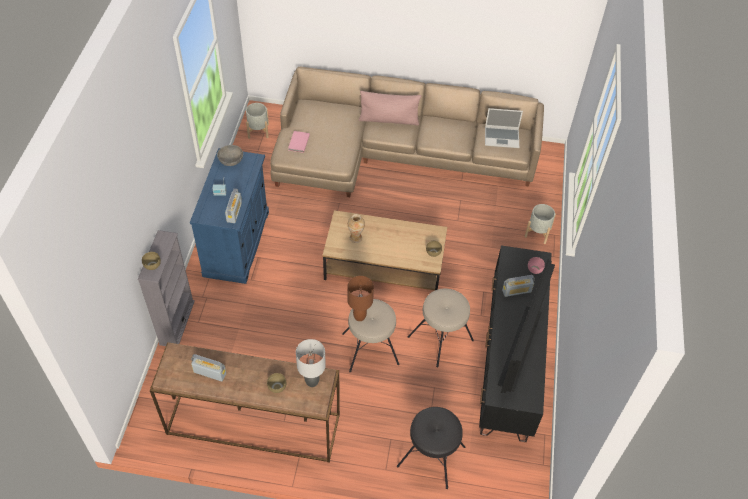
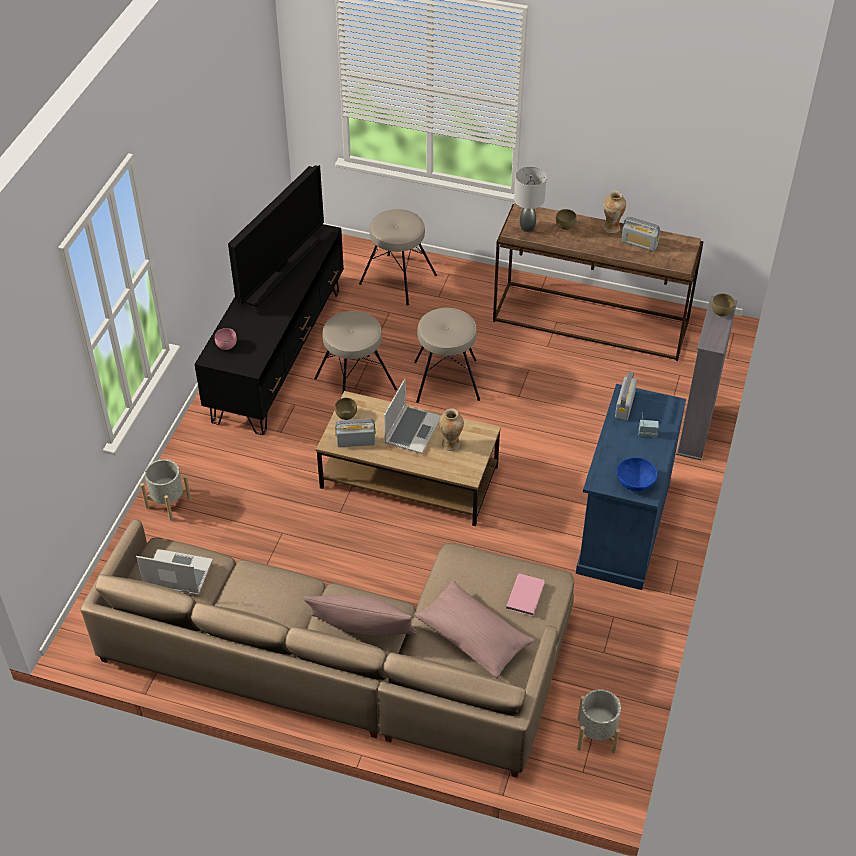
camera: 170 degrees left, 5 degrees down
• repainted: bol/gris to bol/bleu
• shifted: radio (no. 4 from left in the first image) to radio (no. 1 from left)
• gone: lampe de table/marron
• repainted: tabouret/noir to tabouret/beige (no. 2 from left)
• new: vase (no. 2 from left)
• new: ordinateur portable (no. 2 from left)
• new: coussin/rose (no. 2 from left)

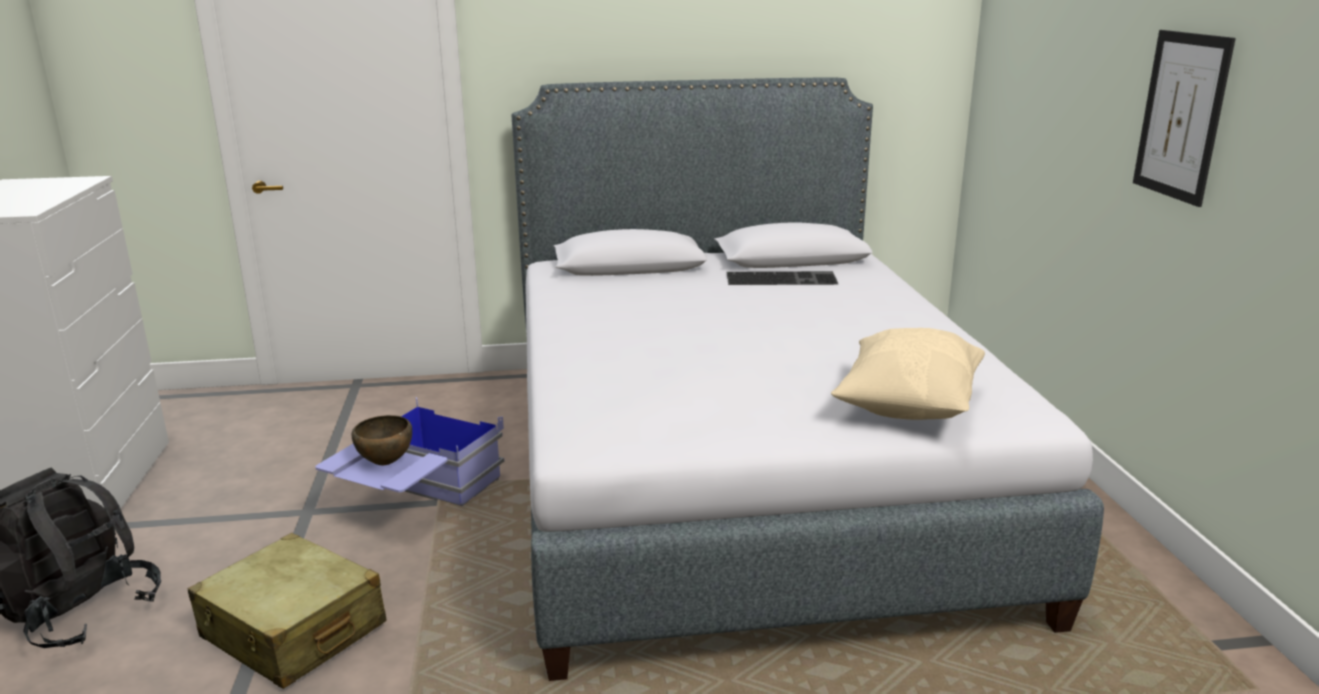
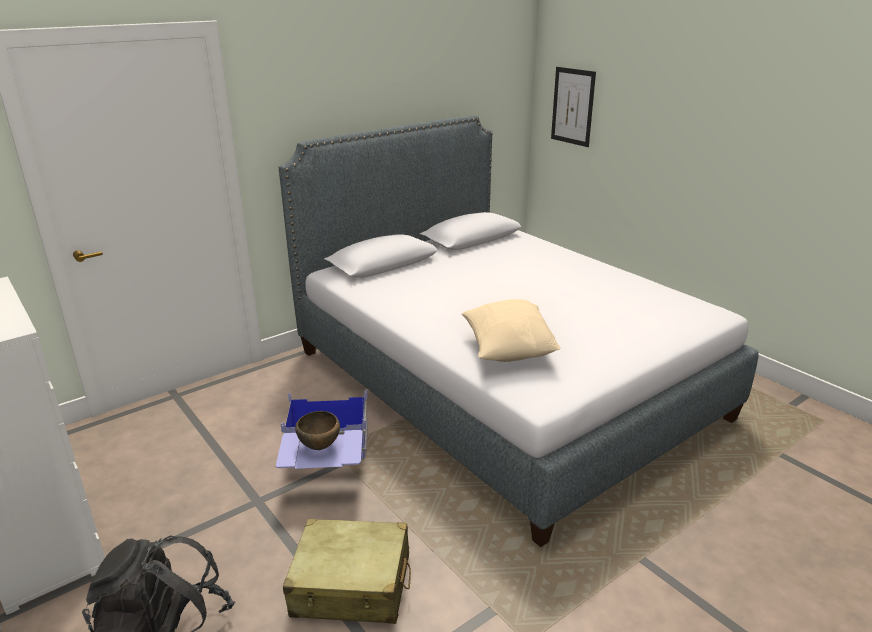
camera: 30 degrees left, 5 degrees up
• shifted: tableau
• gone: clavier
• shifted: coussin/beige

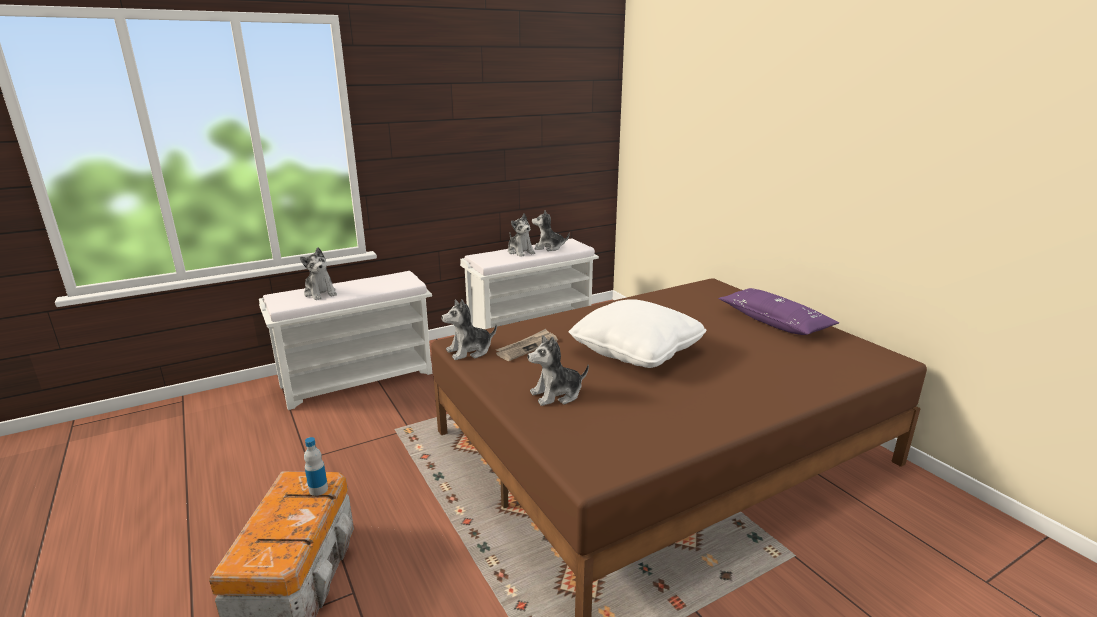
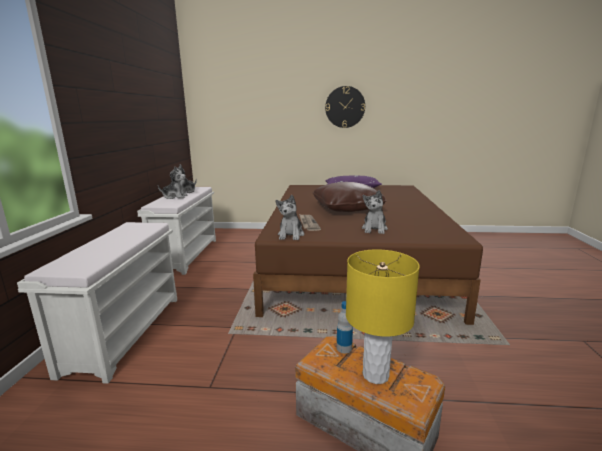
camera: 55 degrees left, 5 degrees down
• gone: peluche (no. 1 from left)
• repainted: coussin/blanc to coussin/marron
• new: horloge murale
• new: lampe de table/jaune

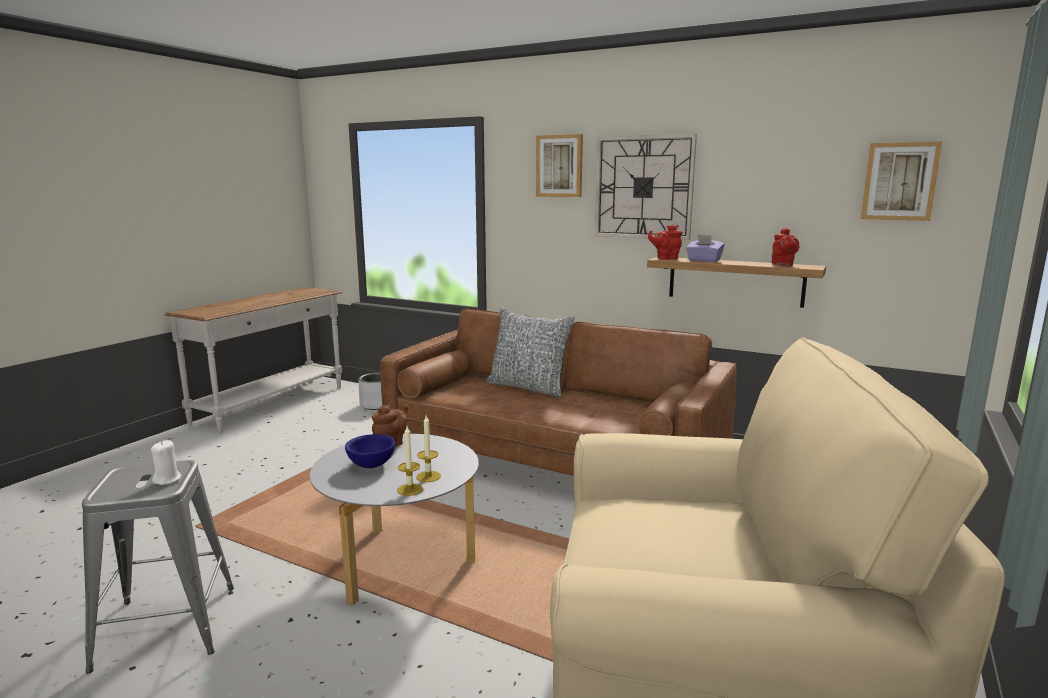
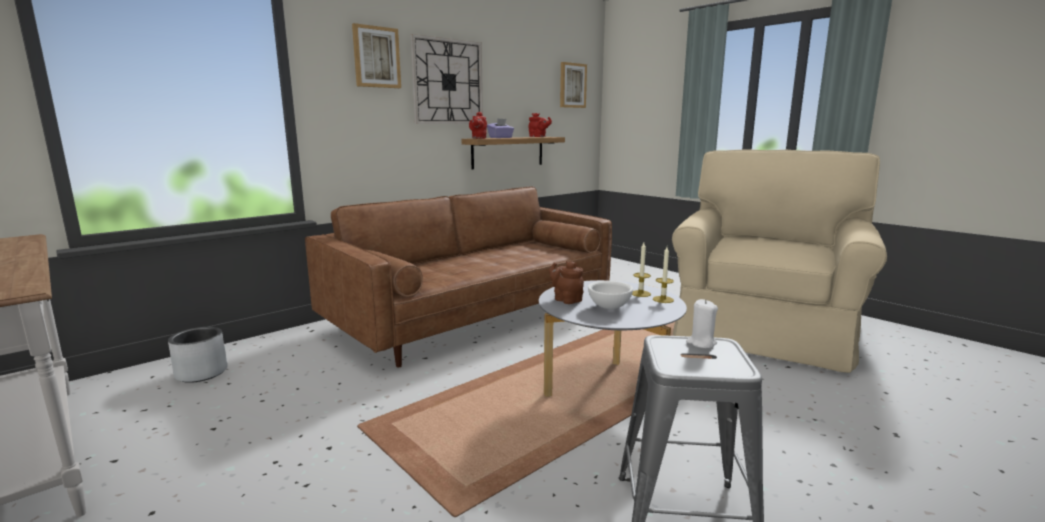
camera: 70 degrees left, 0 degrees up
• gone: coussin
• repainted: bol/bleu to bol/blanc

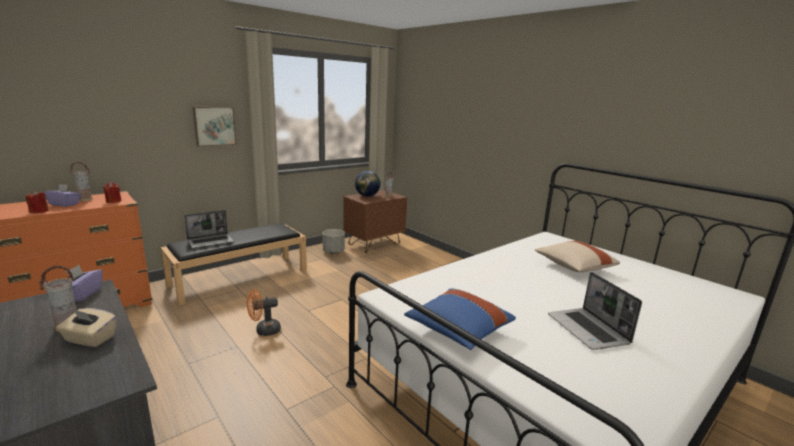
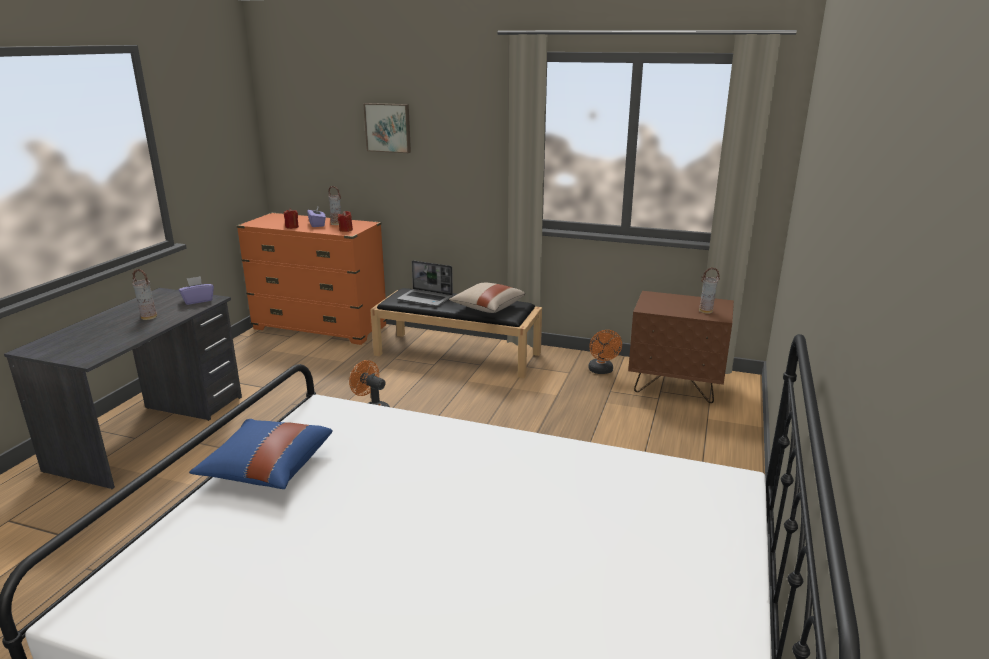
camera: 60 degrees right, 5 degrees up
• shifted: tableau
• gone: globe
• swapped: cache-pot/gris to ventilateur/orange (no. 2 from left)
• shifted: coussin/beige
• gone: ordinateur portable (no. 2 from left)
• gone: boîte à mouchoirs/beige

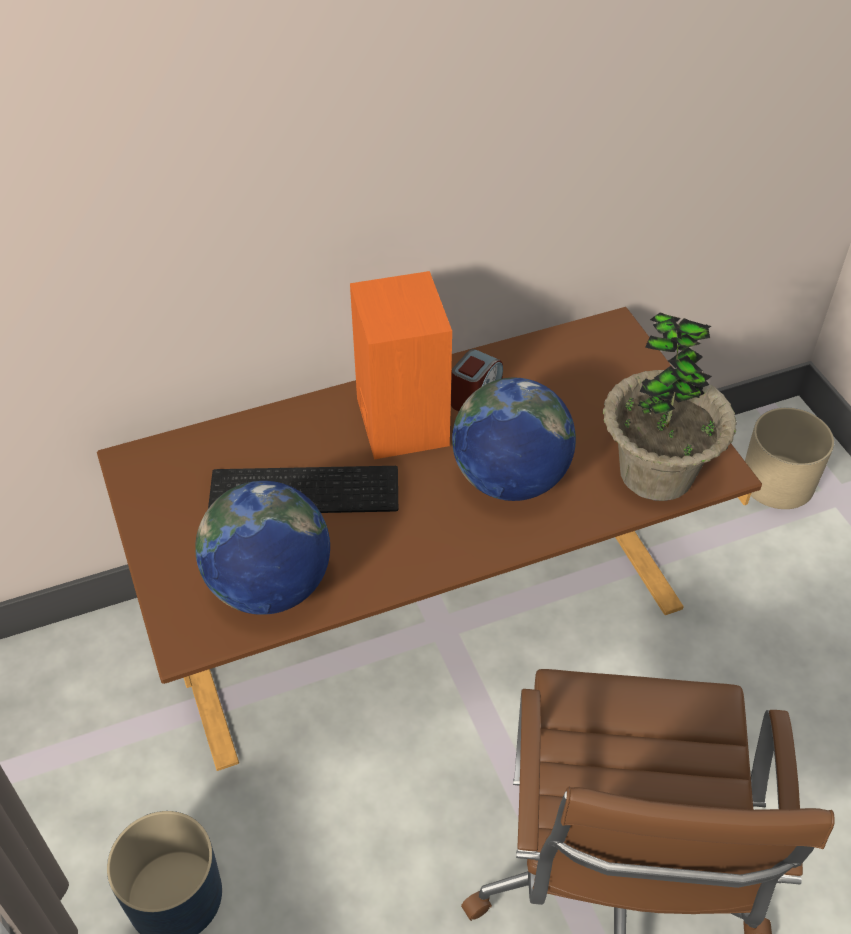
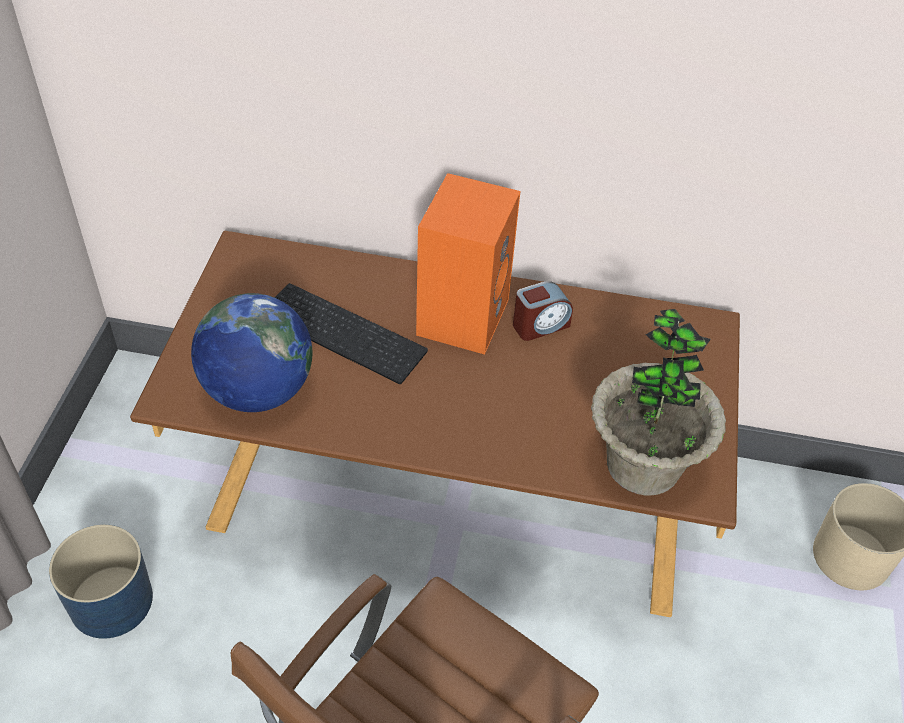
camera: 30 degrees right, 0 degrees up
• gone: globe (no. 2 from left)

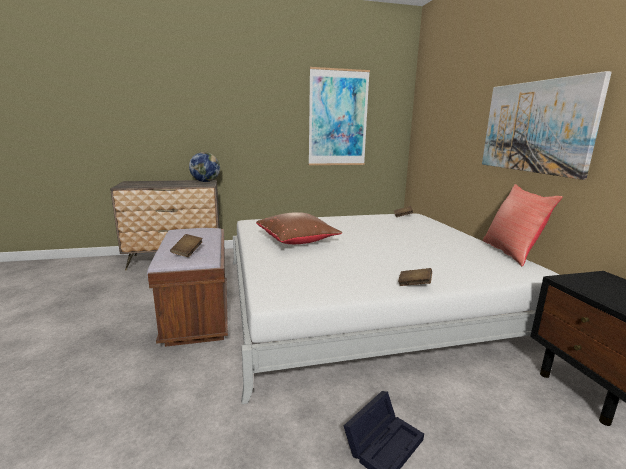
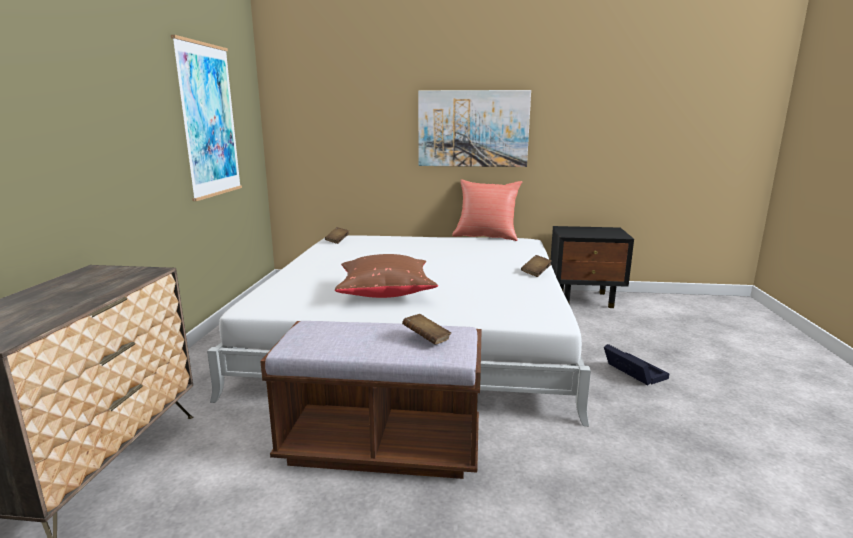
camera: 70 degrees left, 0 degrees up
• gone: globe

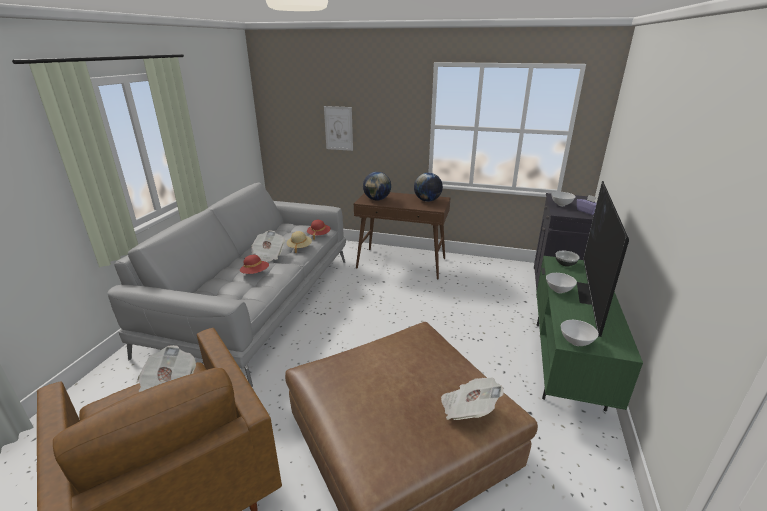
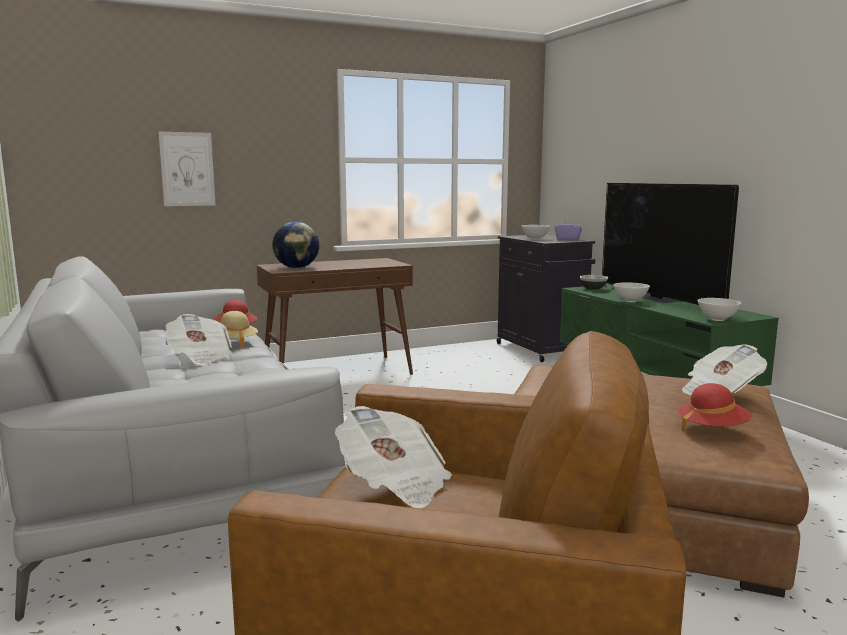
camera: 40 degrees left, 15 degrees down
• gone: globe (no. 2 from left)
• shifted: chapeau/rouge (no. 1 from left in the first image) to chapeau/rouge (no. 2 from left)

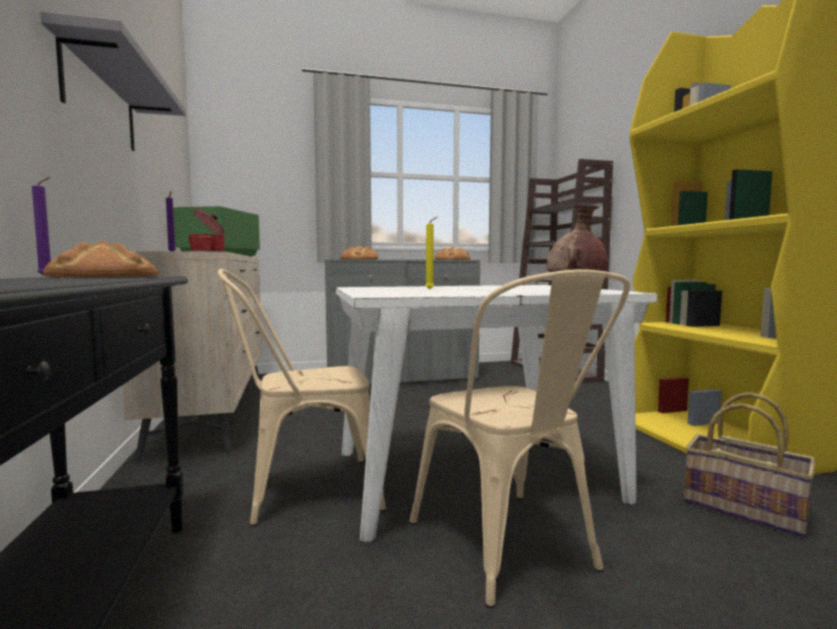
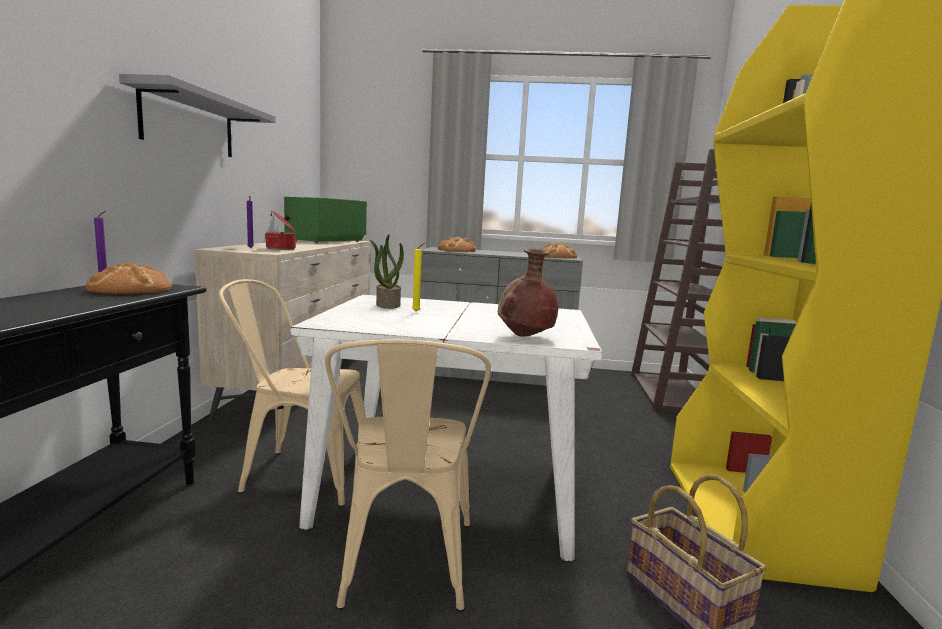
camera: 20 degrees right, 5 degrees up
• new: plante en pot

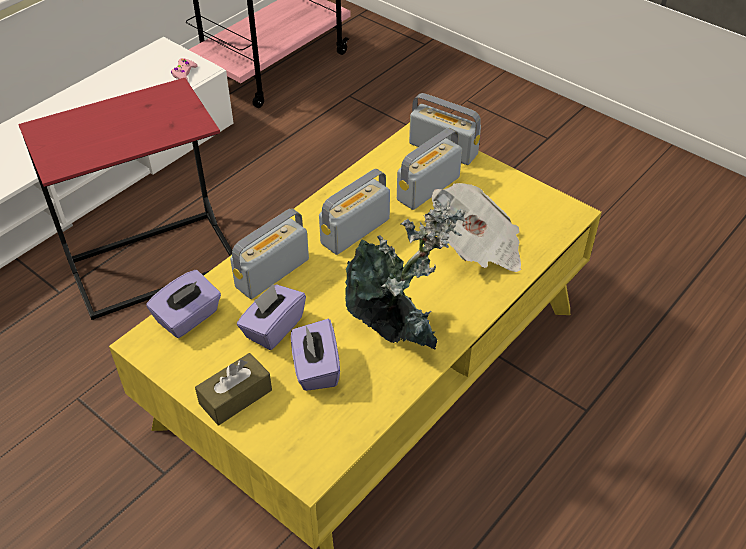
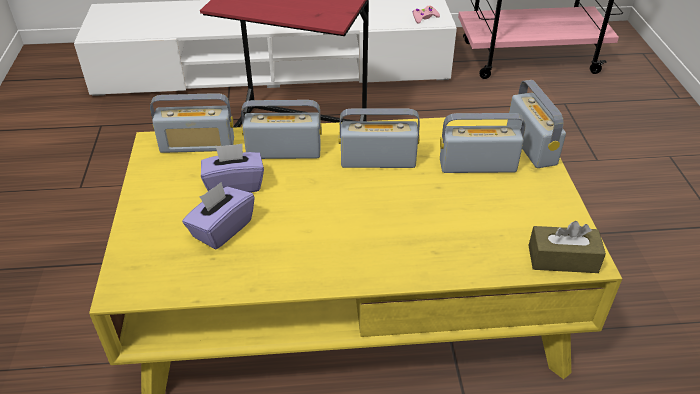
camera: 45 degrees right, 5 degrees down
• gone: journal
• gone: plante en pot
• swapped: boîte à mouchoirs/violet (no. 1 from left) to radio (no. 1 from left)
• shifted: boîte à mouchoirs/marron

